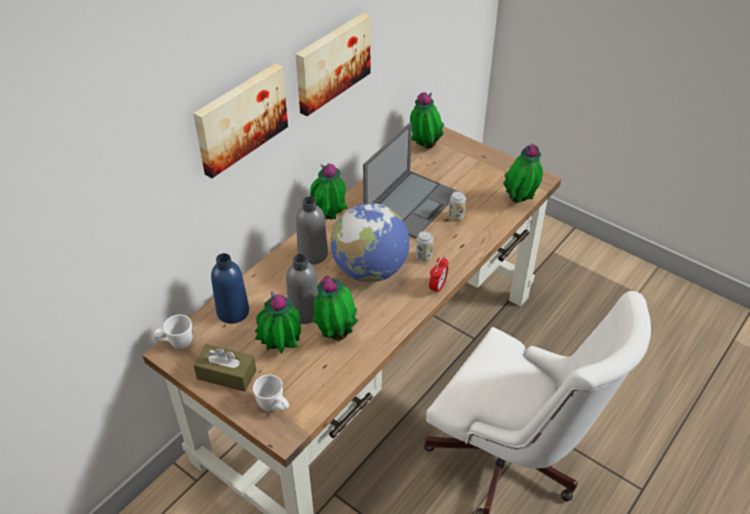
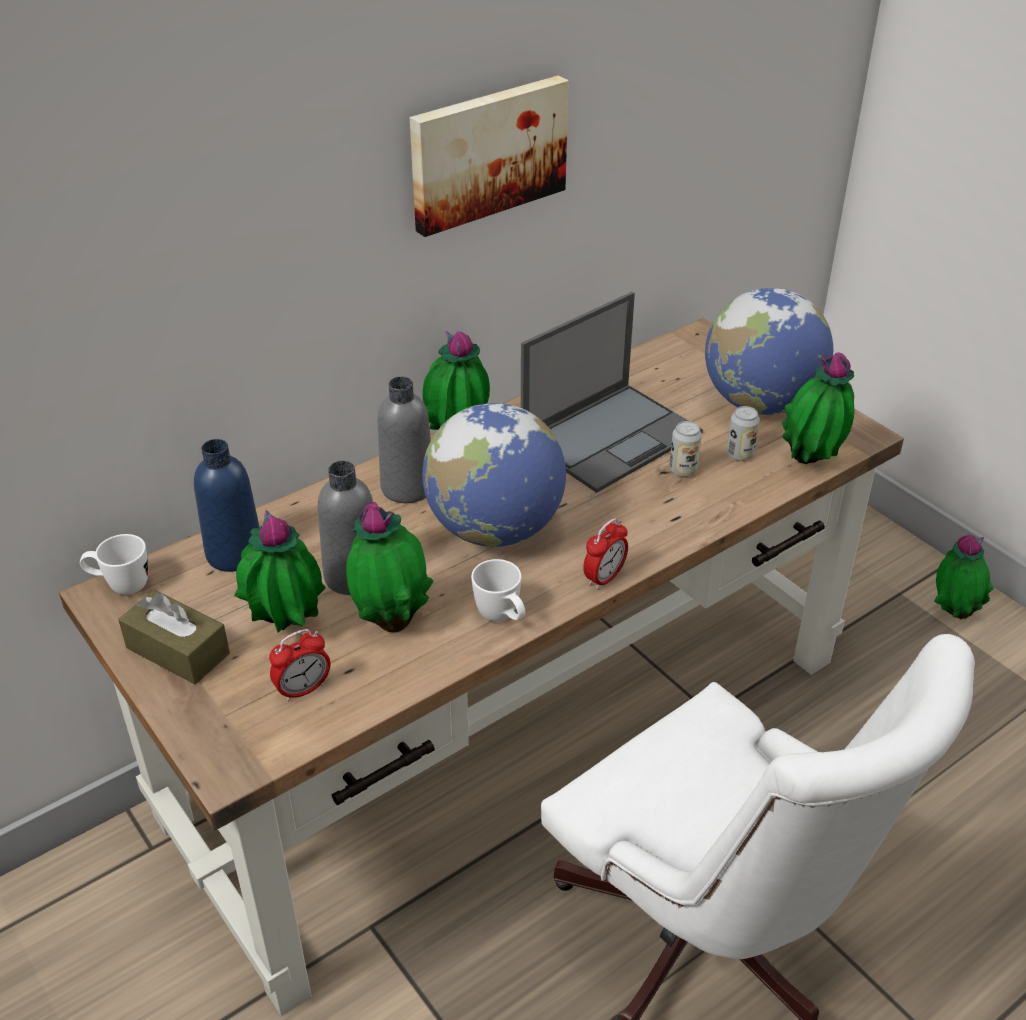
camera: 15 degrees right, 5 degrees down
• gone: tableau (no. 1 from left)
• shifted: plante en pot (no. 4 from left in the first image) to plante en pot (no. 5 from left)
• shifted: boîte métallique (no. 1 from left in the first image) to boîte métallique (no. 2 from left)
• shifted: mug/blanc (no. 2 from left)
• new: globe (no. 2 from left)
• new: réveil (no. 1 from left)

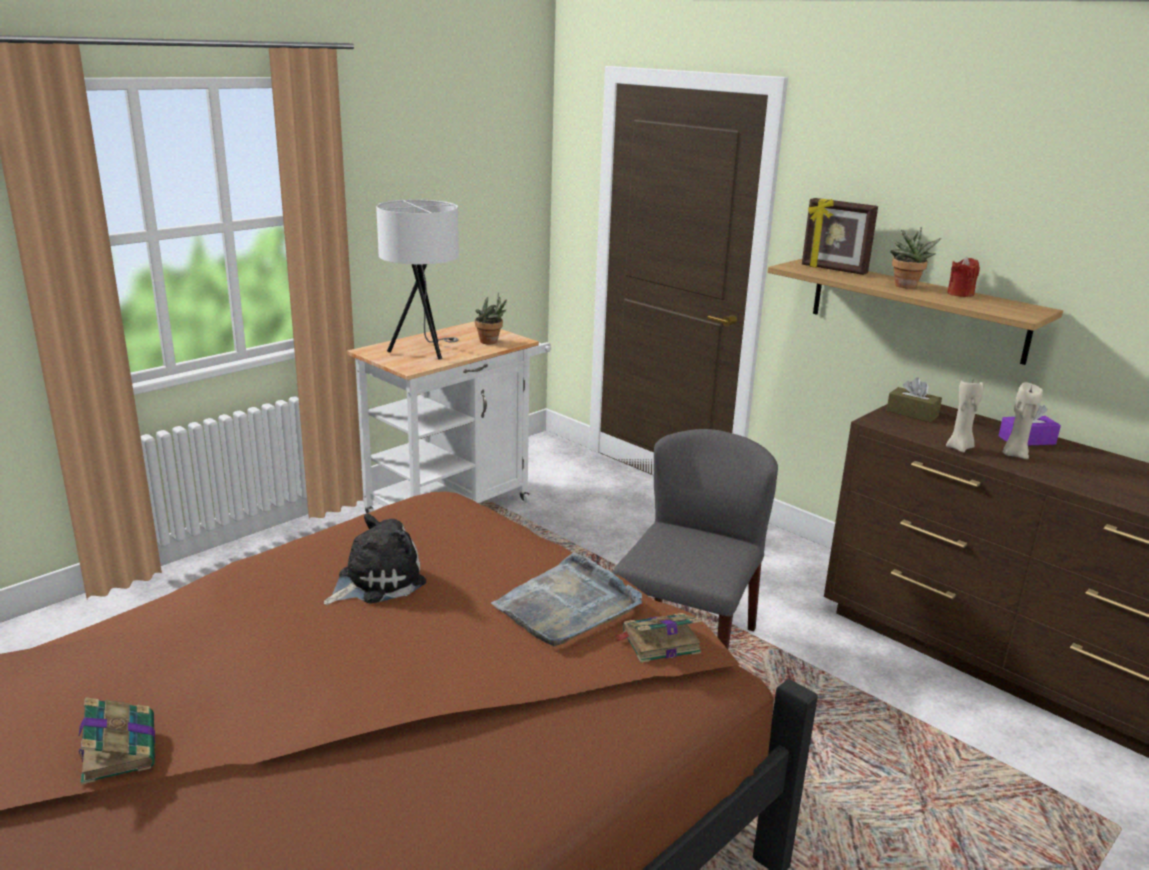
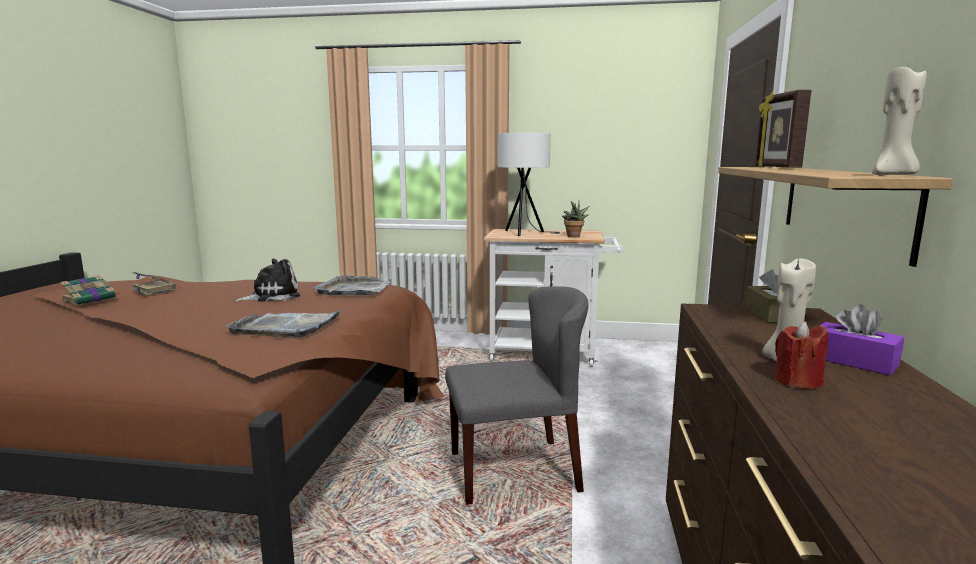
camera: 55 degrees right, 10 degrees down
• gone: plante en pot (no. 2 from left)
• shifted: bougie/rouge
• shifted: bougie/beige (no. 1 from left in the first image) to bougie/beige (no. 2 from left)
• rotated: peluche 45 degrees counterclockwise
• shifted: livre (no. 2 from left)
• new: plateau/gris (no. 2 from left)

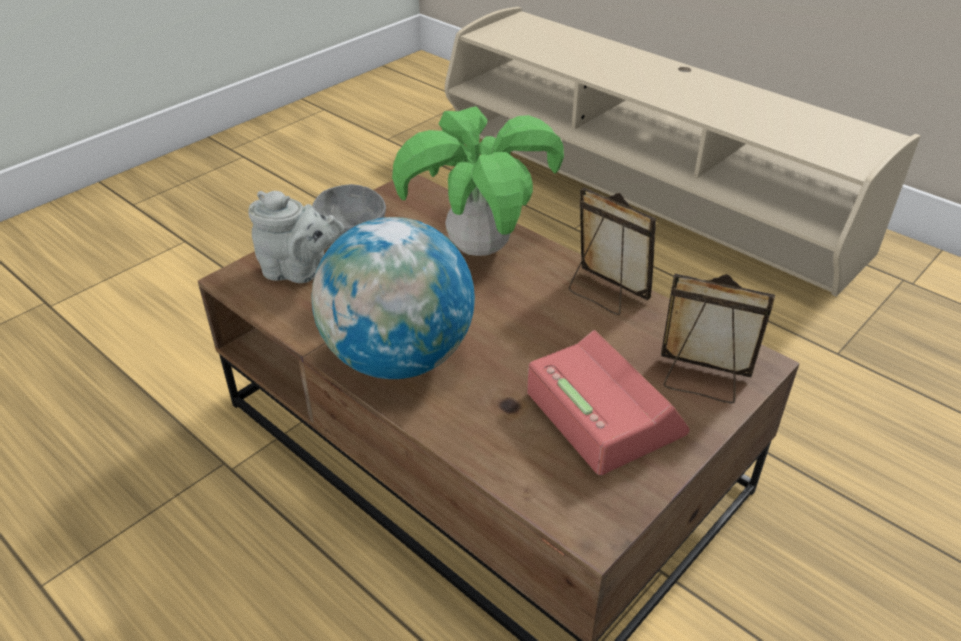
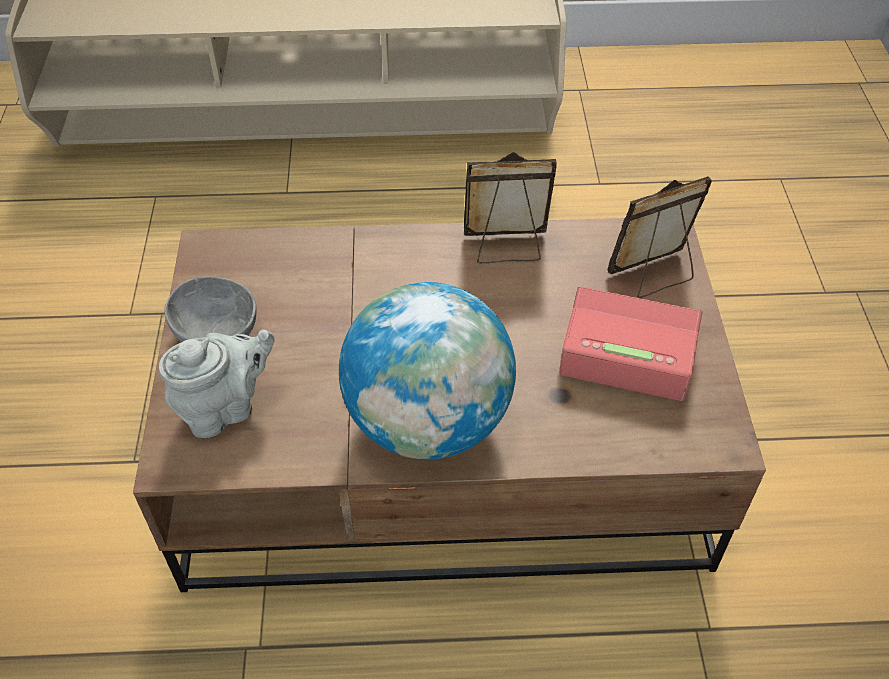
camera: 45 degrees left, 10 degrees up
• gone: plante en pot

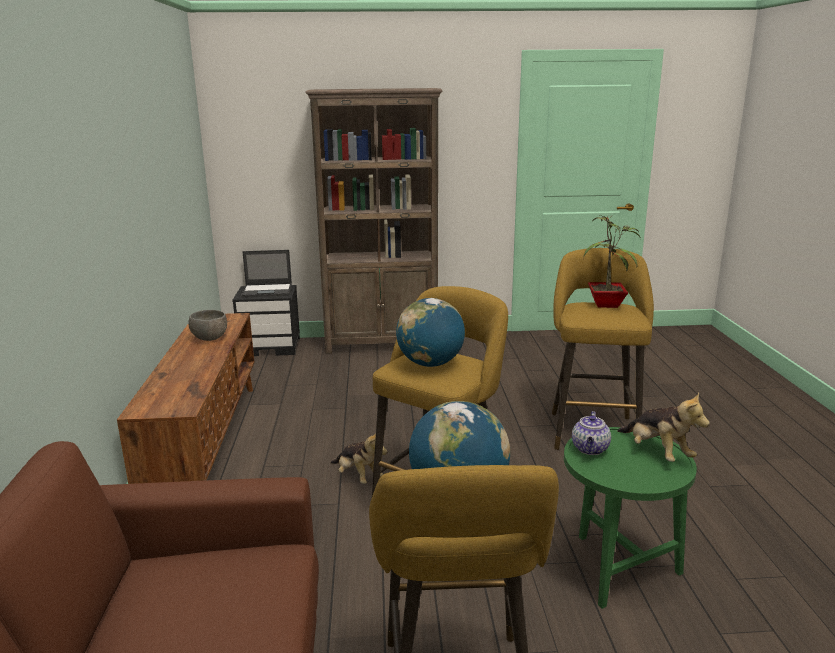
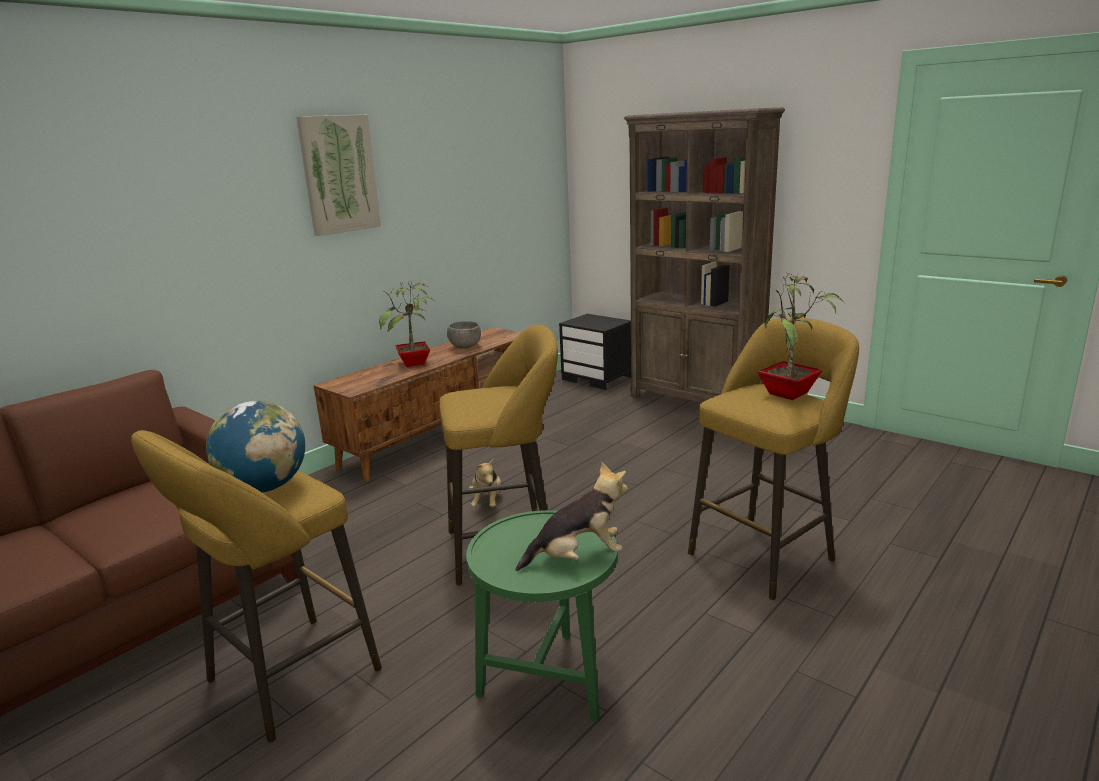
camera: 45 degrees right, 0 degrees up
• gone: ordinateur portable
• gone: globe (no. 1 from left)
• rotated: peluche (no. 2 from left) 120 degrees counterclockwise
• gone: théière
• new: tableau
• new: plante en pot (no. 1 from left)

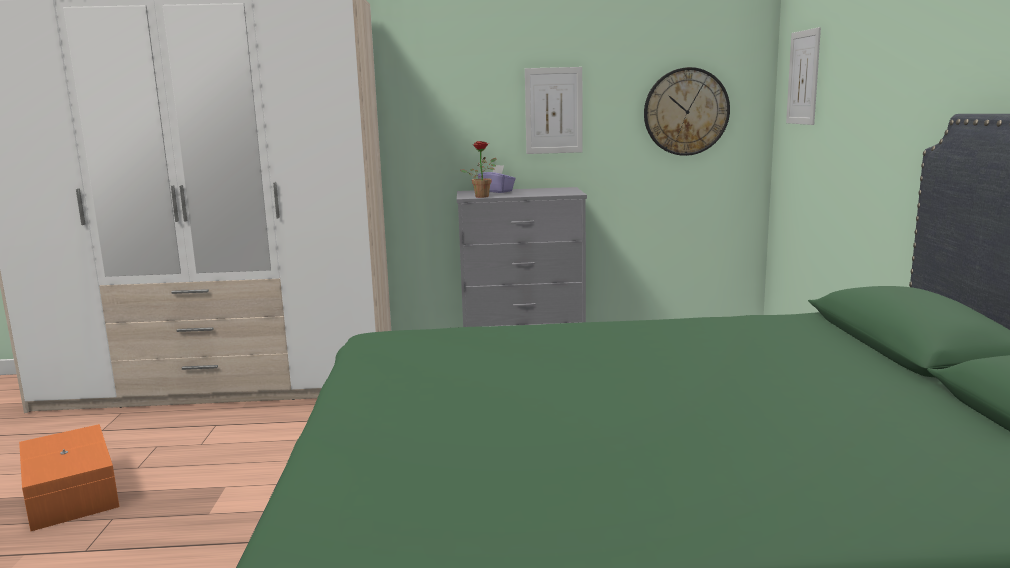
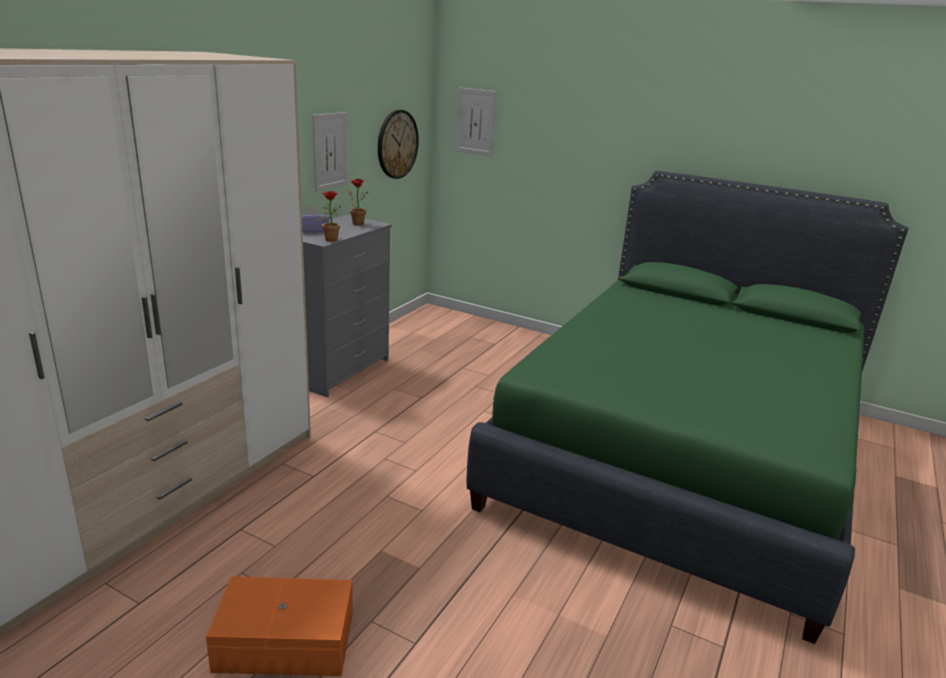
camera: 60 degrees left, 10 degrees up
• new: plante en pot (no. 2 from left)

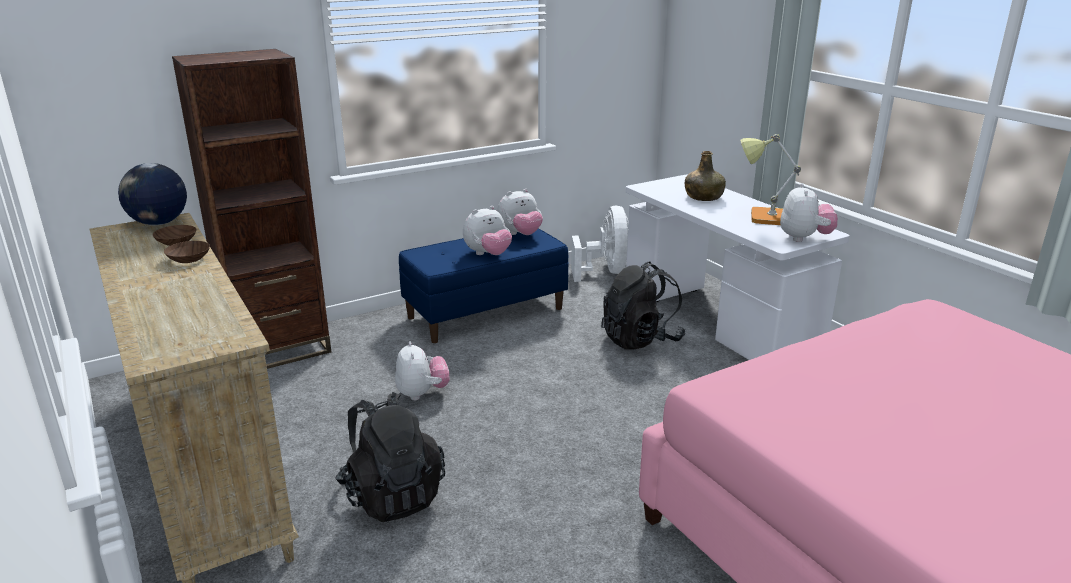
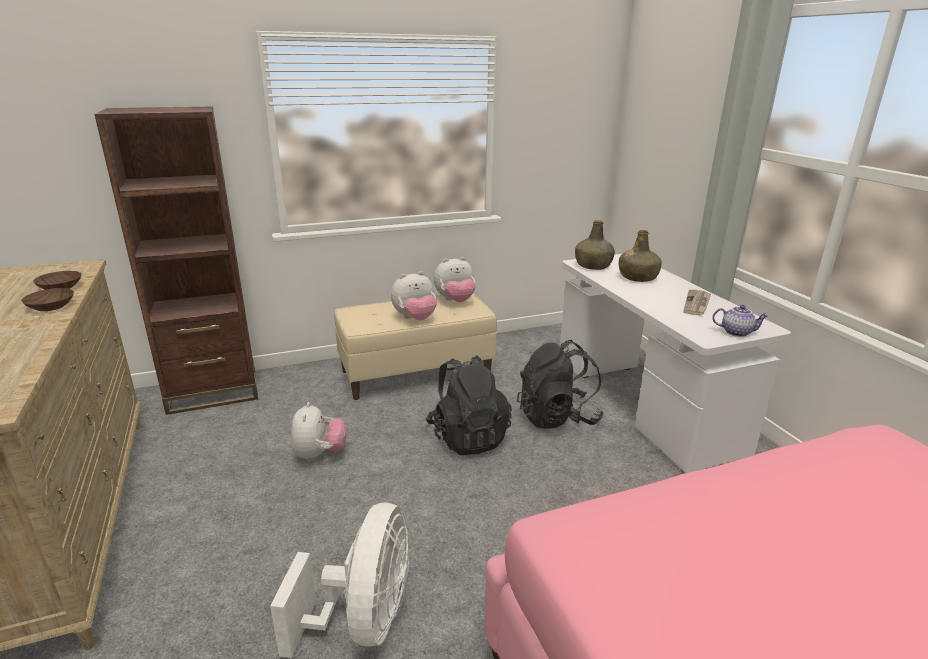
camera: 10 degrees right, 0 degrees up
• swapped: lampe de table to journal
• gone: globe
• swapped: peluche (no. 4 from left) to théière
• shifted: ventilateur/blanc
• repainted: banc/bleu to banc/beige
• shifted: sac à dos/noir (no. 1 from left)
• new: bouteille/vert (no. 1 from left)

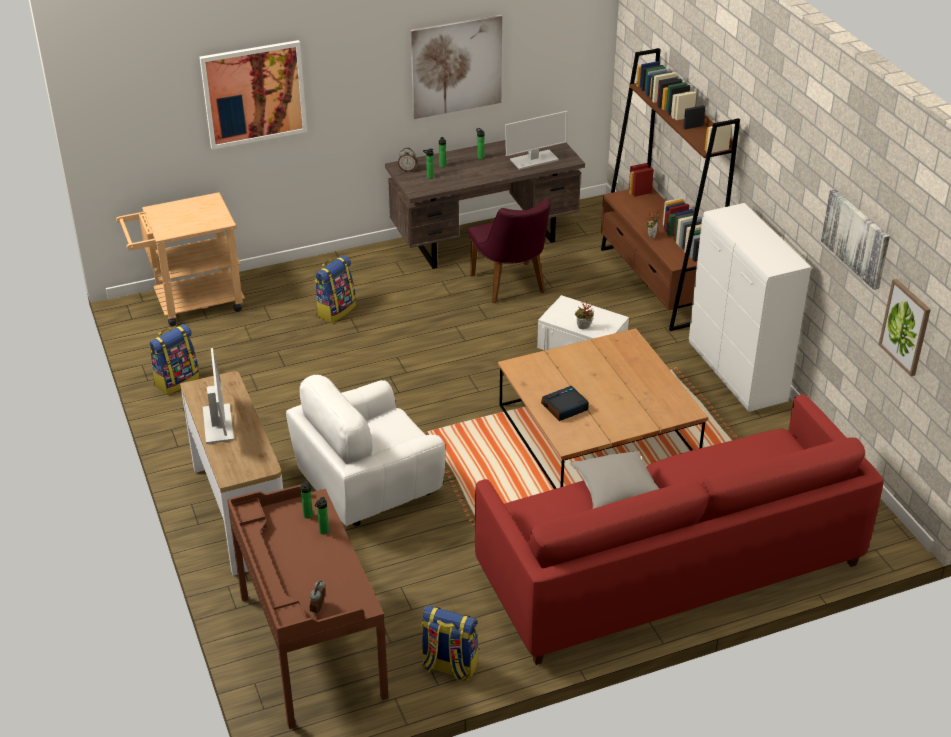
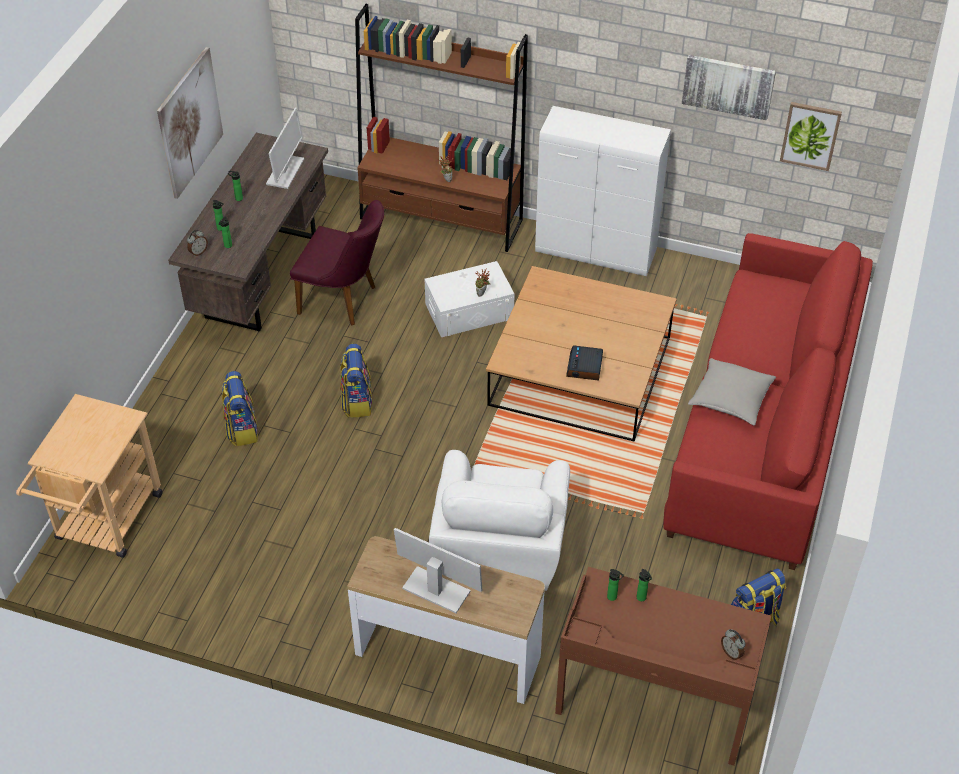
camera: 50 degrees left, 10 degrees up
• gone: tableau (no. 1 from left)
• shifted: sac à dos (no. 1 from left in the first image) to sac à dos (no. 2 from left)

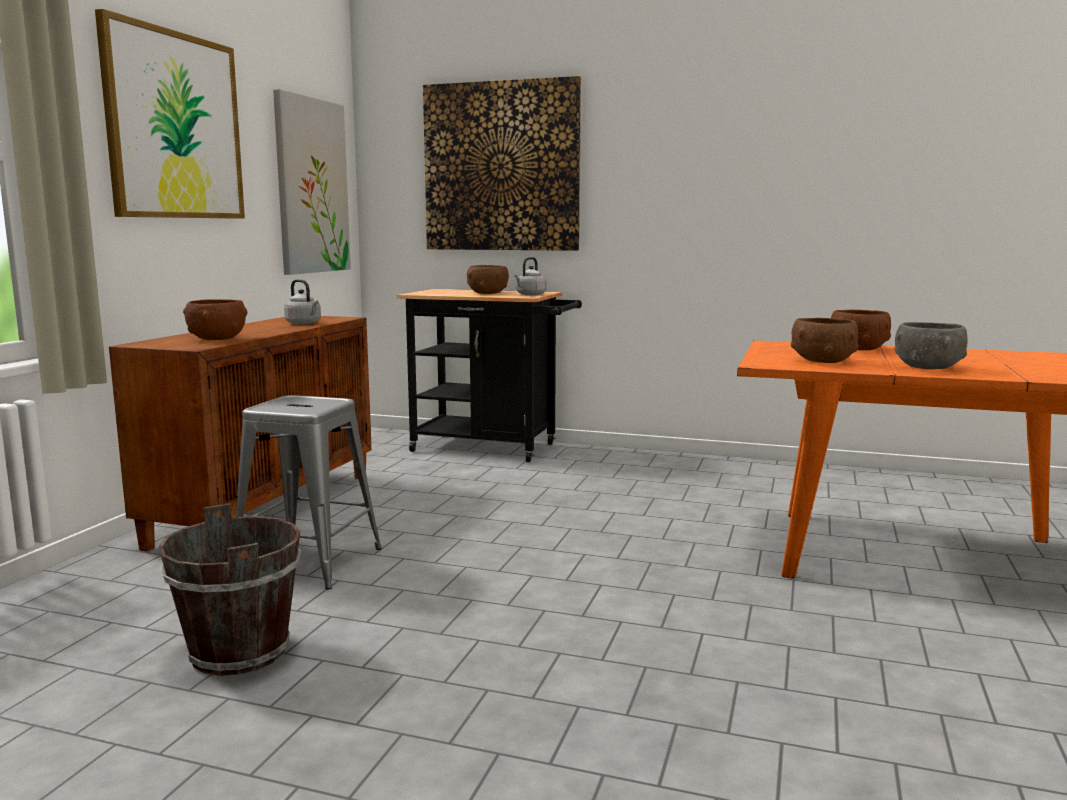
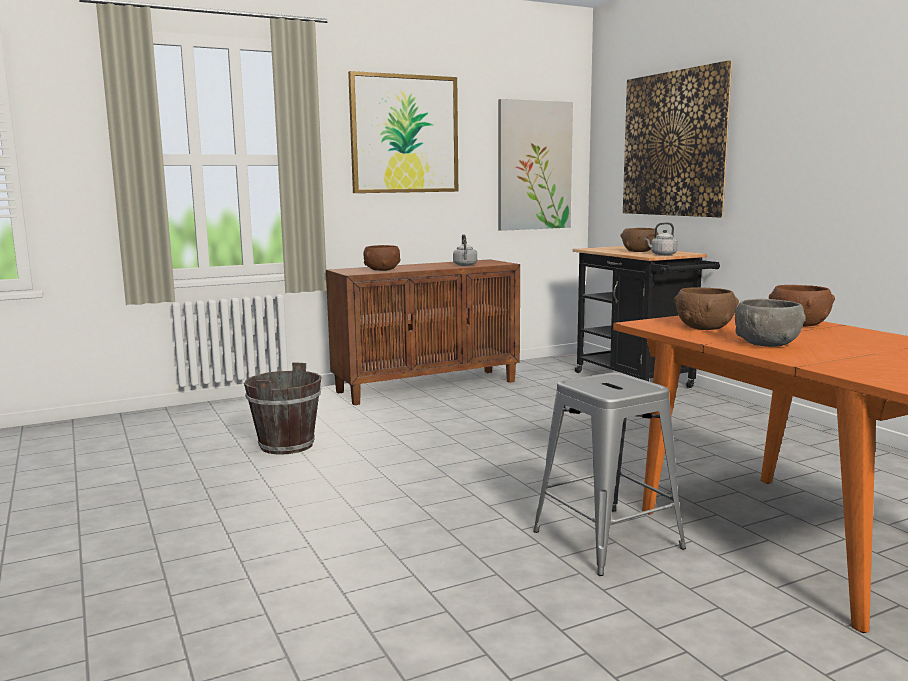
camera: 45 degrees right, 0 degrees up
• shifted: tabouret/gris

